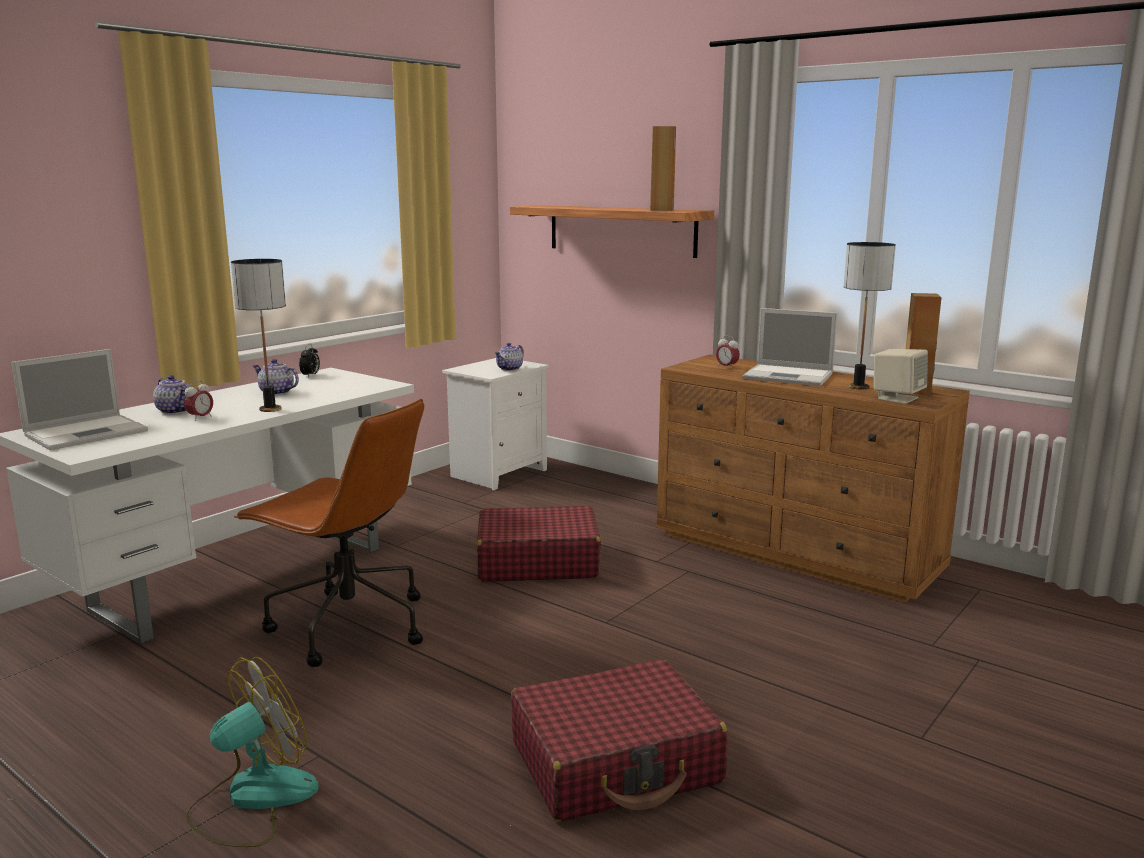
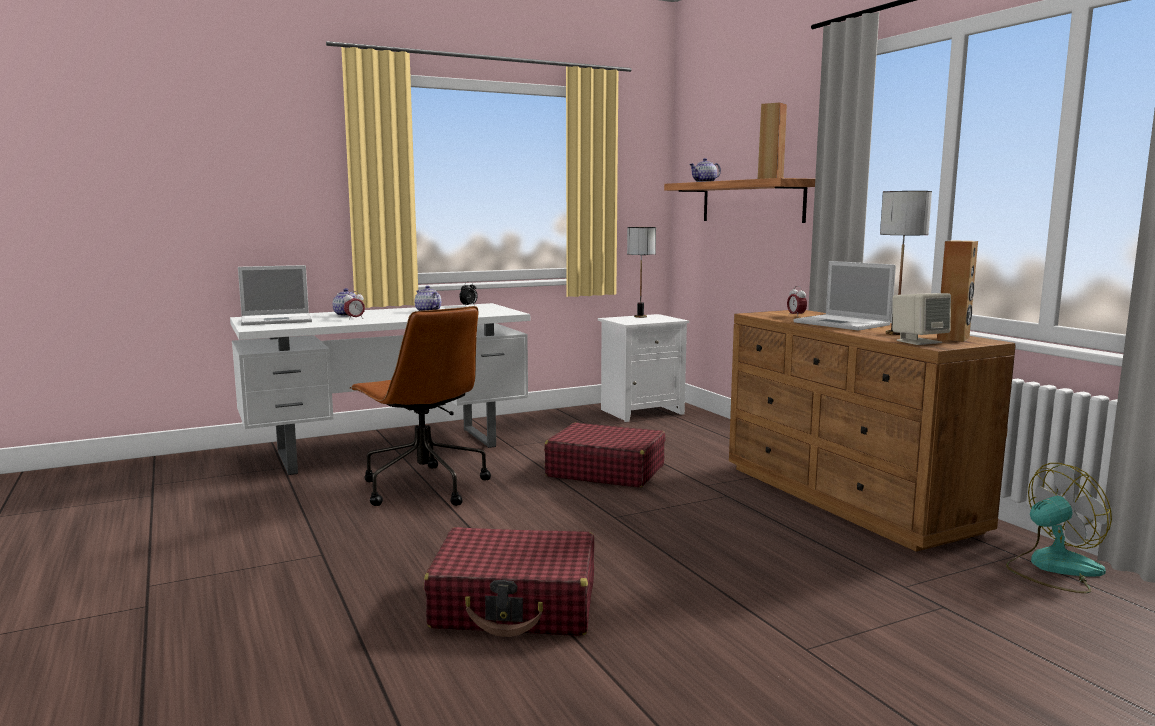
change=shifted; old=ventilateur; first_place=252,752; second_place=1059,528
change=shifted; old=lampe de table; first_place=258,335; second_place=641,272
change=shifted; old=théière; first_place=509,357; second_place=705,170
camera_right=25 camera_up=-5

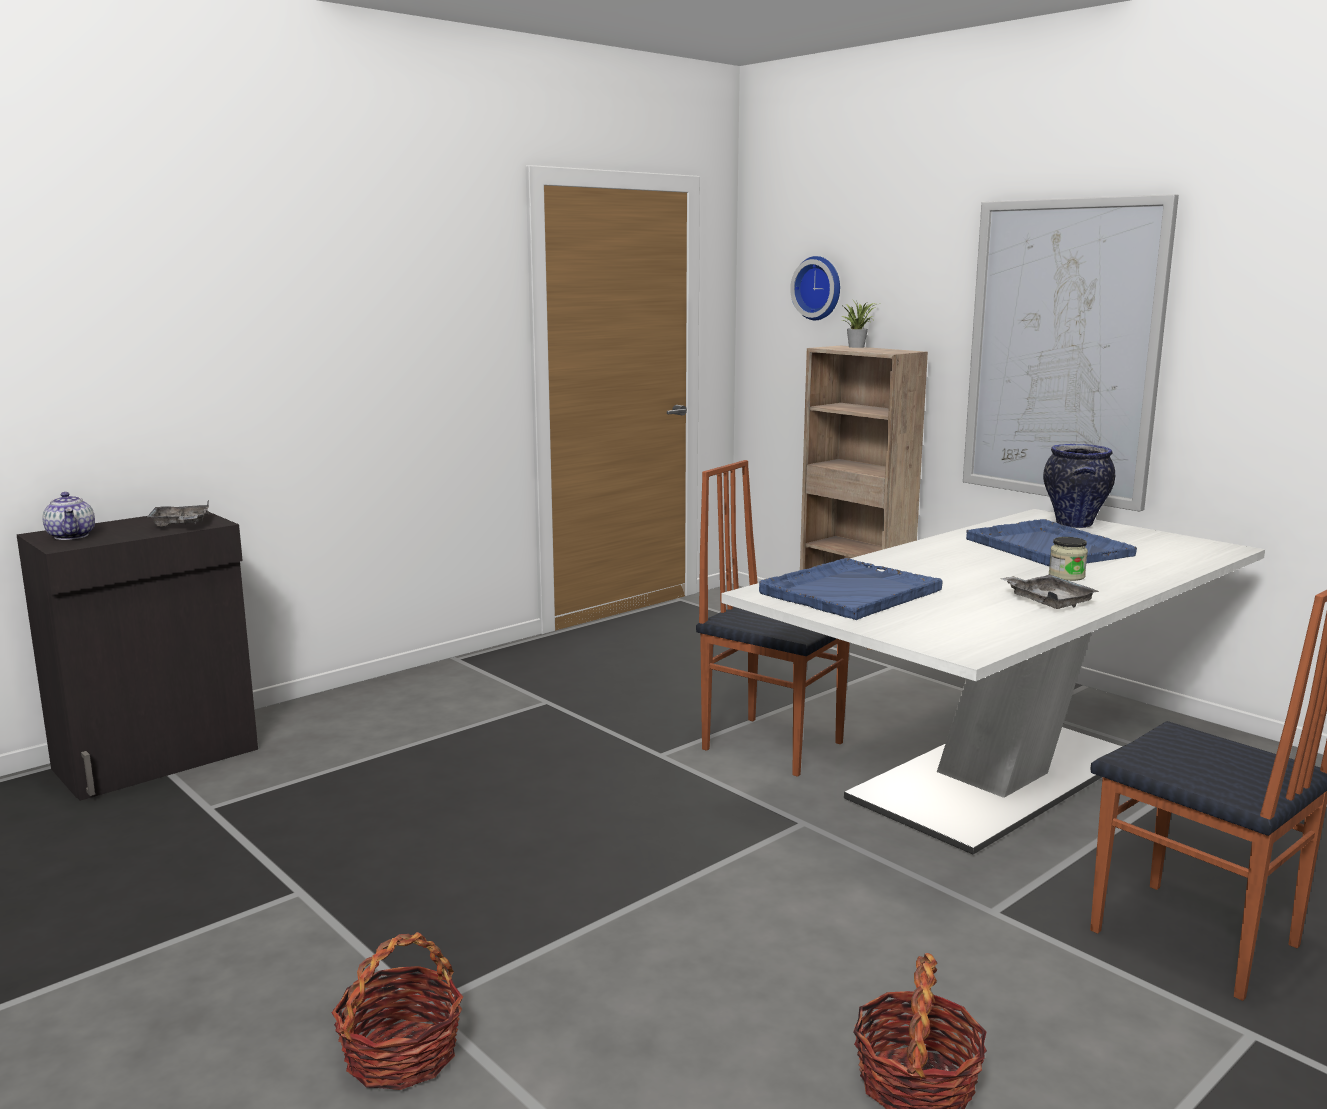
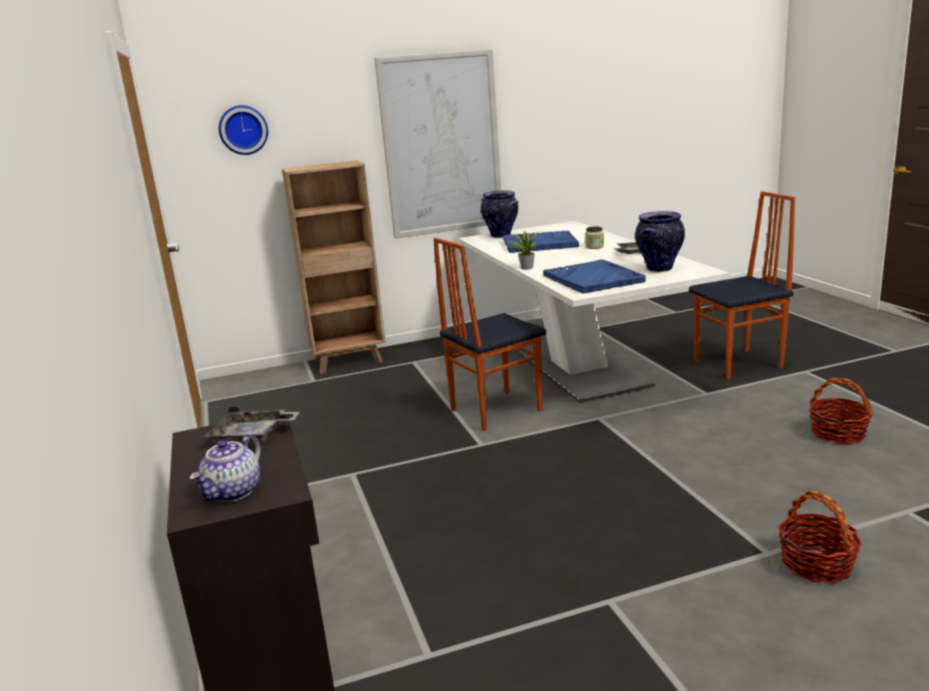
change=new; new=vase; second_place=660,241
change=shifted; old=plante en pot; first_place=858,324; second_place=524,250
change=rotated; old=théière; first_place=68,516; second_place=225,468; degrees=120
camera_right=-65 camera_up=5

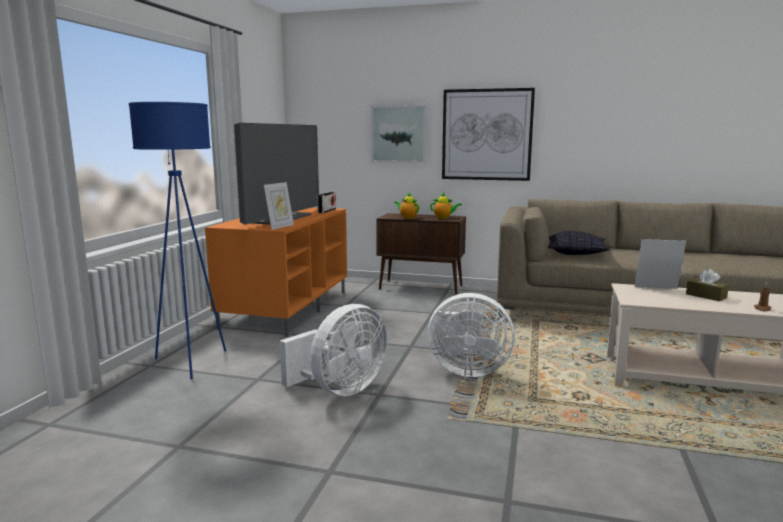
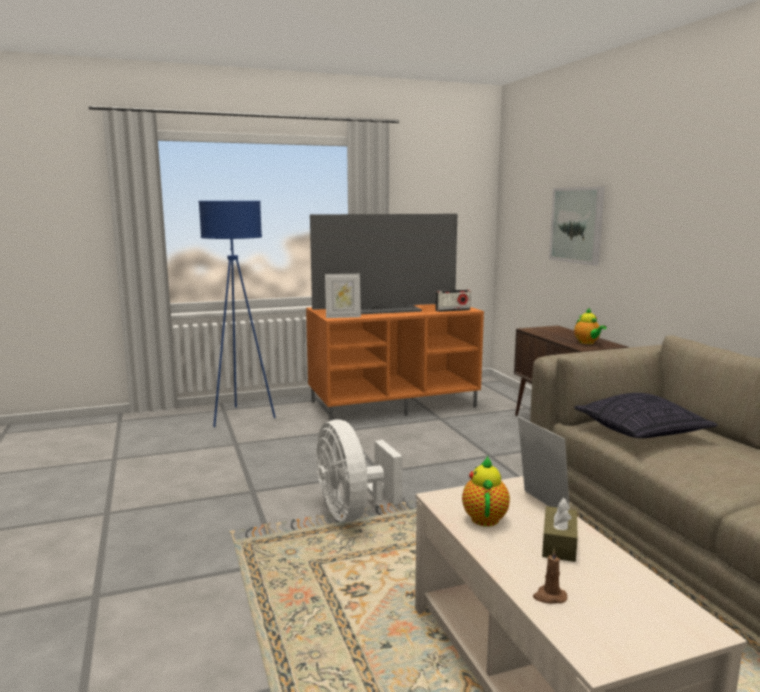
change=gone; old=ventilateur/blanc; first_place=333,350
change=gone; old=tableau; first_place=488,134
change=shifted; old=théière; first_place=406,206; second_place=486,491
camera_right=55 camera_up=0

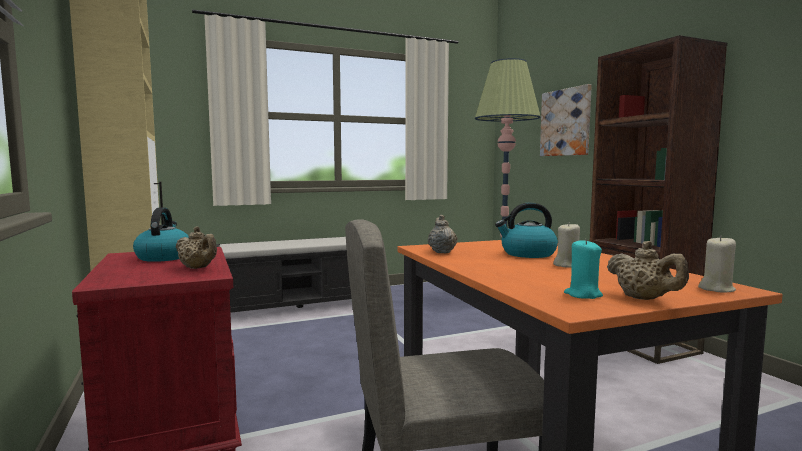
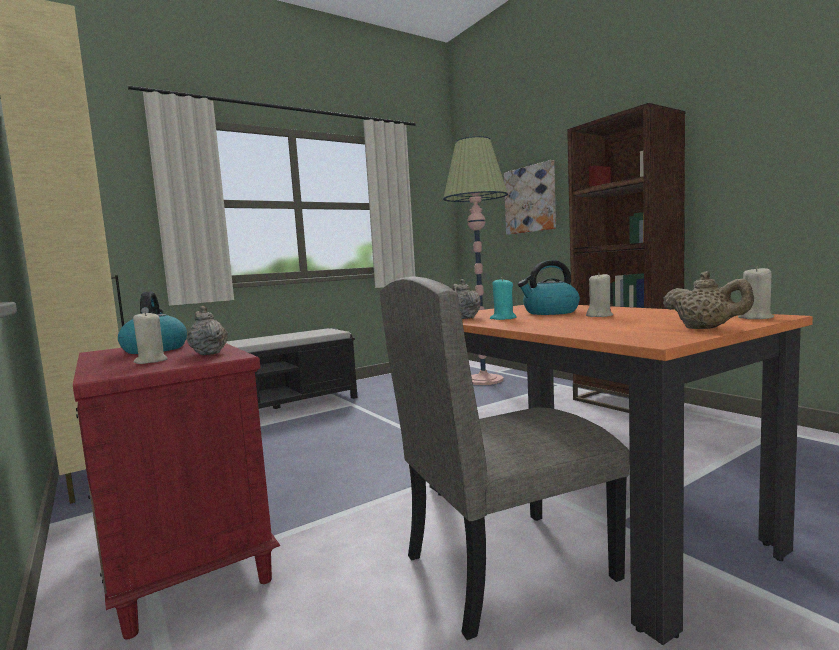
change=new; new=bougie/beige; second_place=150,337
change=shifted; old=bougie/turquoise; first_place=583,269; second_place=503,298
change=rotated; old=théière/beige; first_place=196,247; second_place=207,330; degrees=-150
camera_right=-10 camera_up=0

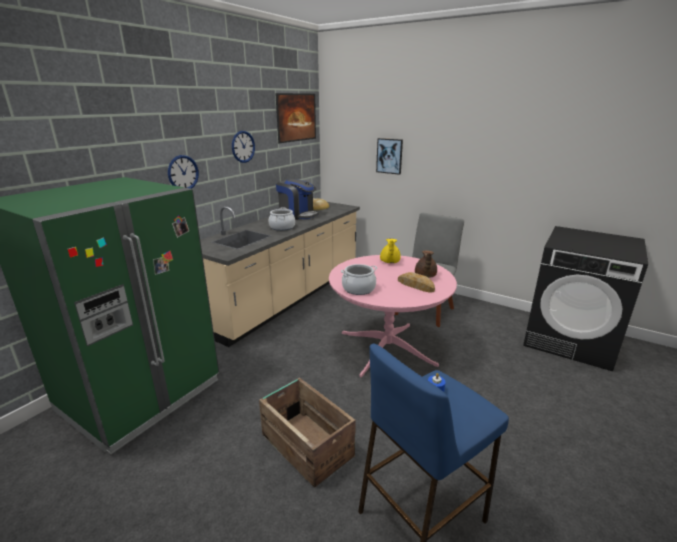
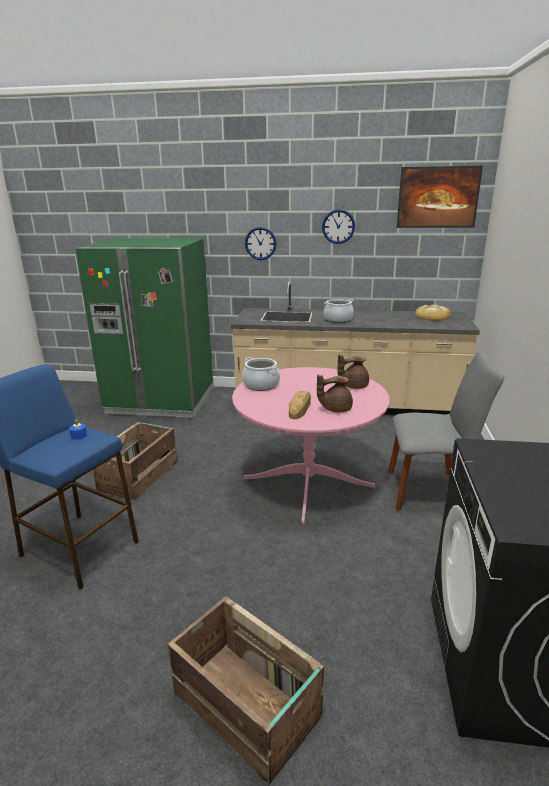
change=gone; old=machine à café; first_place=297,199
change=gone; old=tableau; first_place=389,156
change=new; new=caisse; second_place=246,690
change=repainted; old=théière/jaune; new=théière/marron; first_place=390,250; second_place=353,371
camera_right=65 camera_up=0

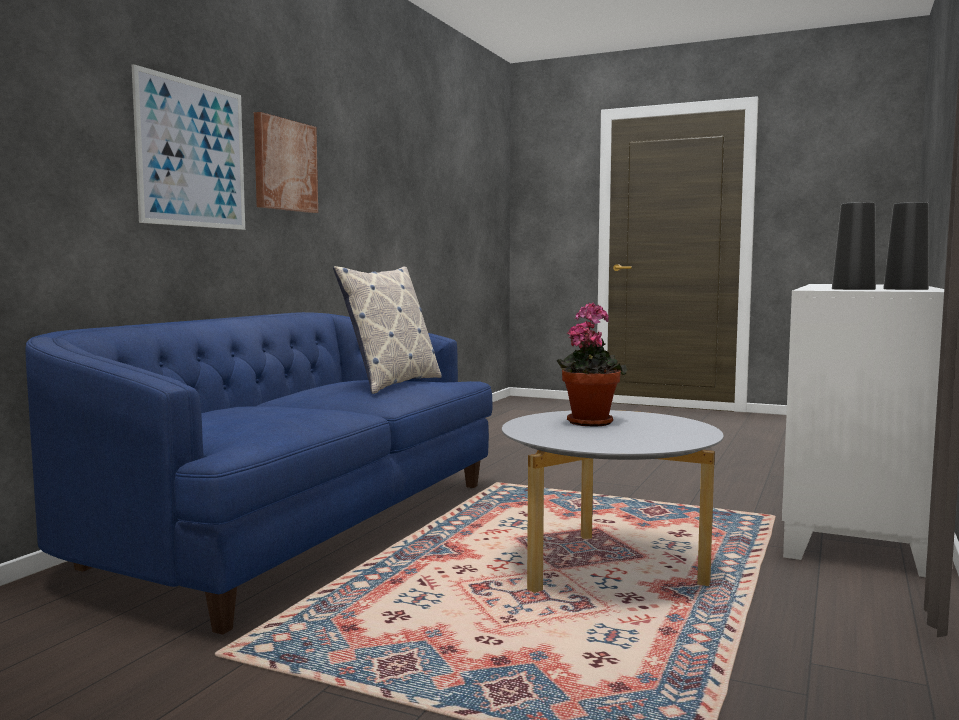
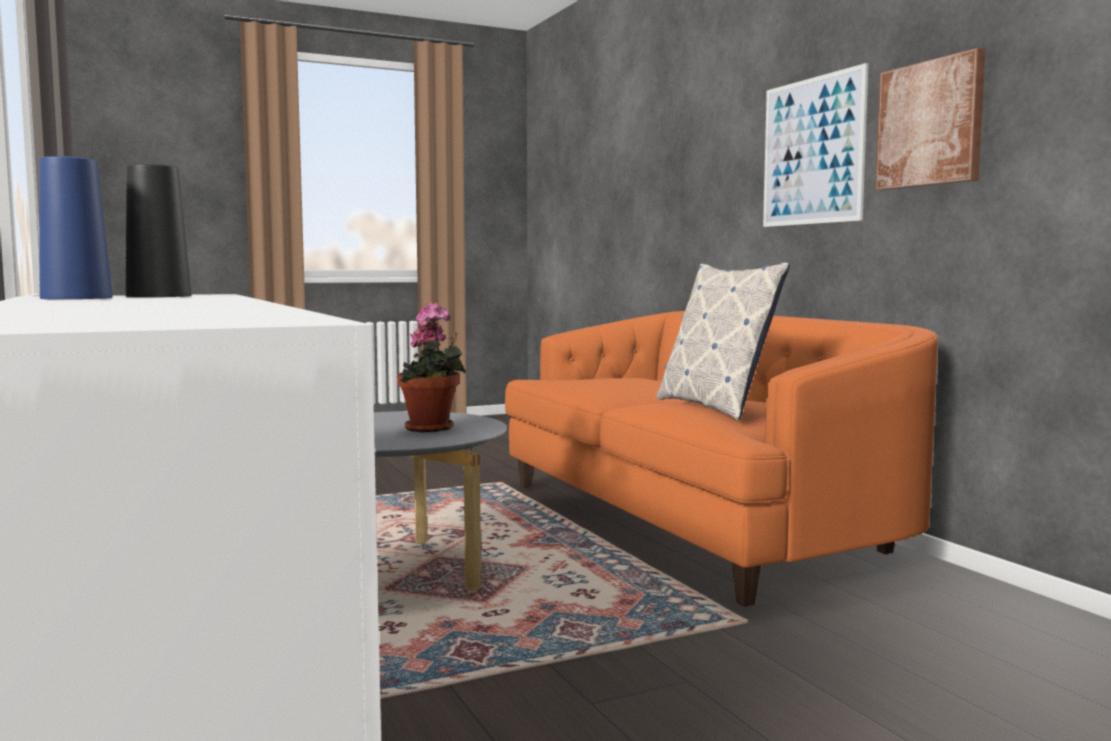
change=repainted; old=canapé/bleu; new=canapé/orange; first_place=259,473; second_place=721,459
change=repainted; old=vase/noir; new=vase/bleu; first_place=906,246; second_place=76,227
camera_right=130 camera_up=0

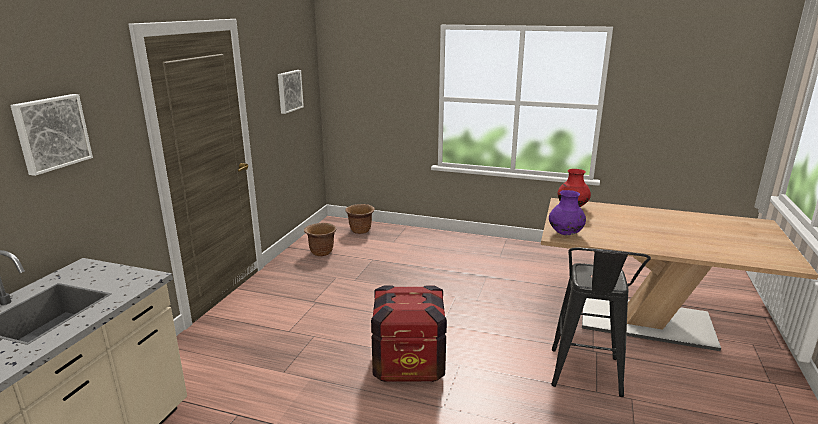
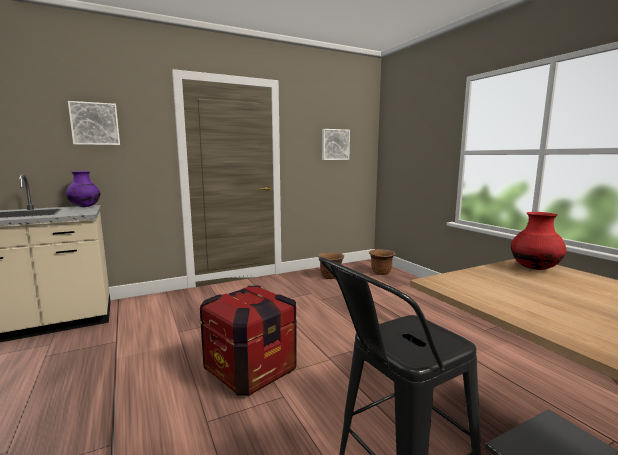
change=shifted; old=vase/violet; first_place=567,212; second_place=83,189
camera_right=45 camera_up=-10

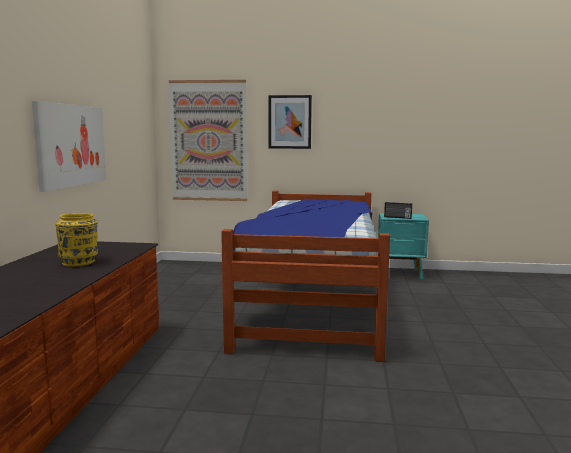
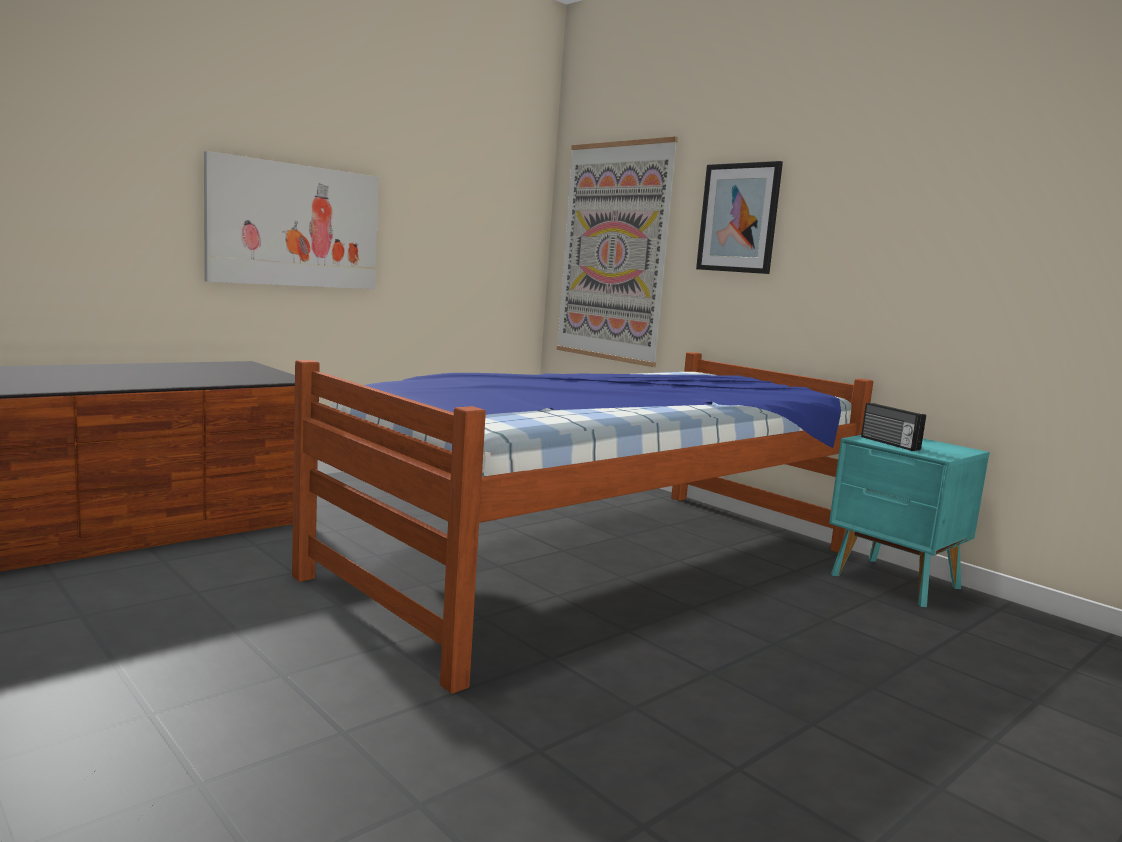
change=gone; old=vase/jaune; first_place=76,240
camera_right=40 camera_up=0

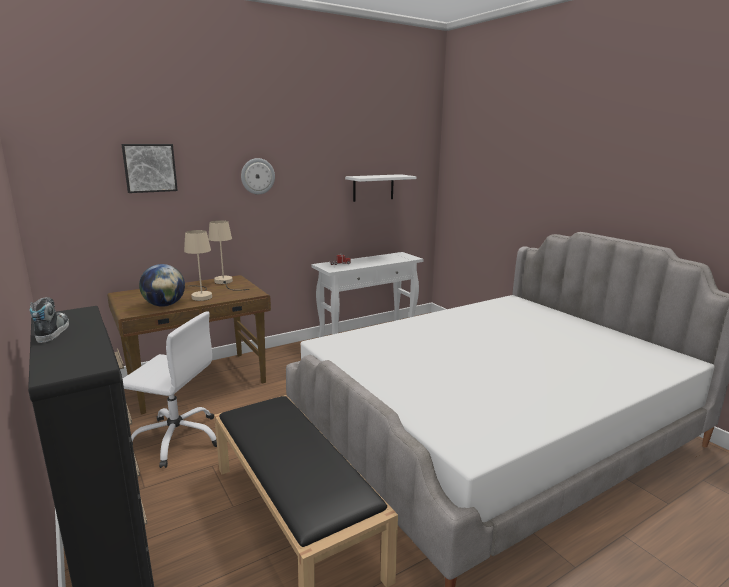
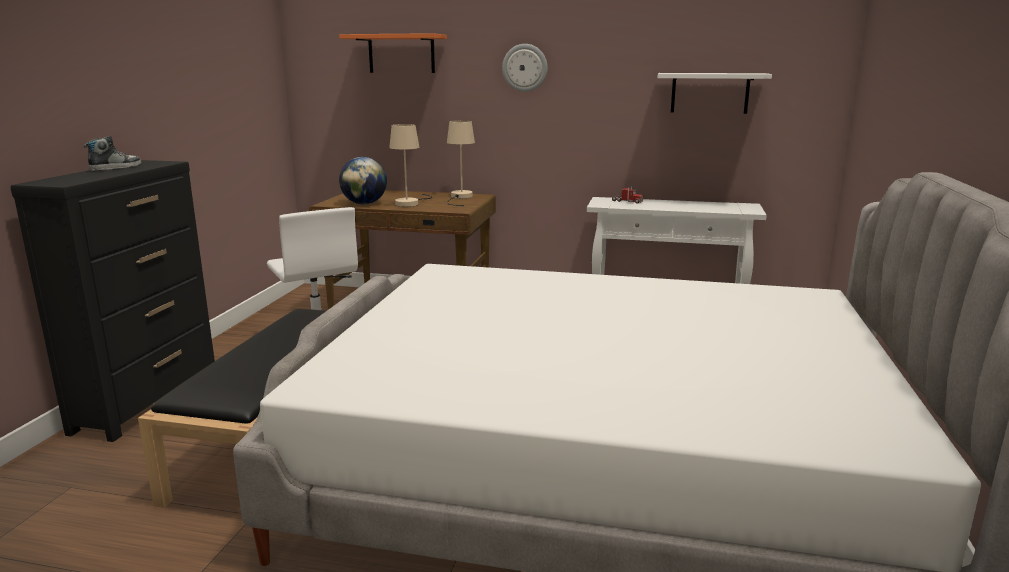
change=swapped; old=tableau; new=étagère/orange; first_place=149,168; second_place=393,53
camera_right=45 camera_up=0

